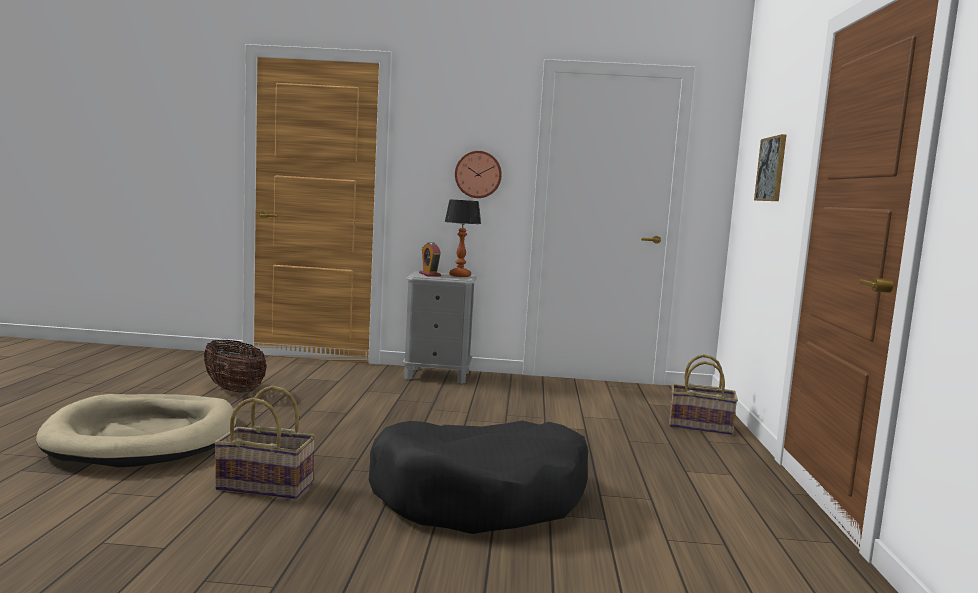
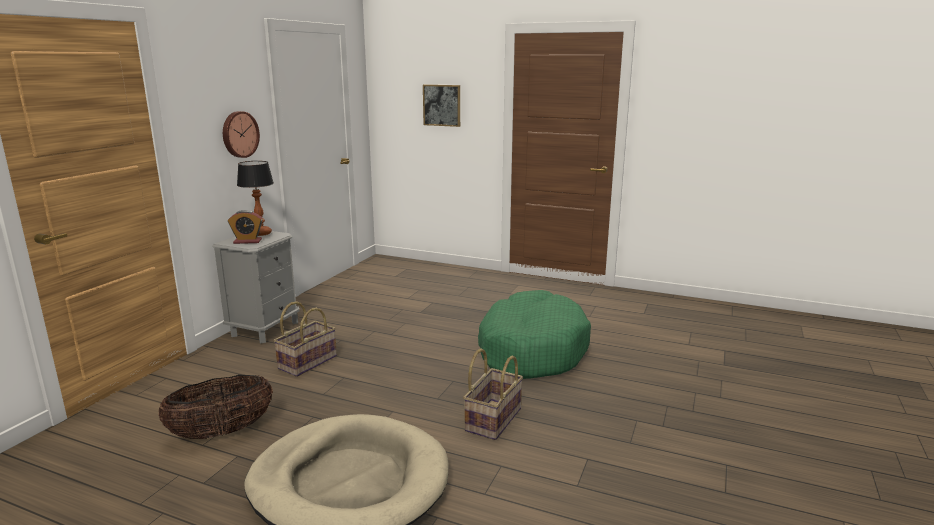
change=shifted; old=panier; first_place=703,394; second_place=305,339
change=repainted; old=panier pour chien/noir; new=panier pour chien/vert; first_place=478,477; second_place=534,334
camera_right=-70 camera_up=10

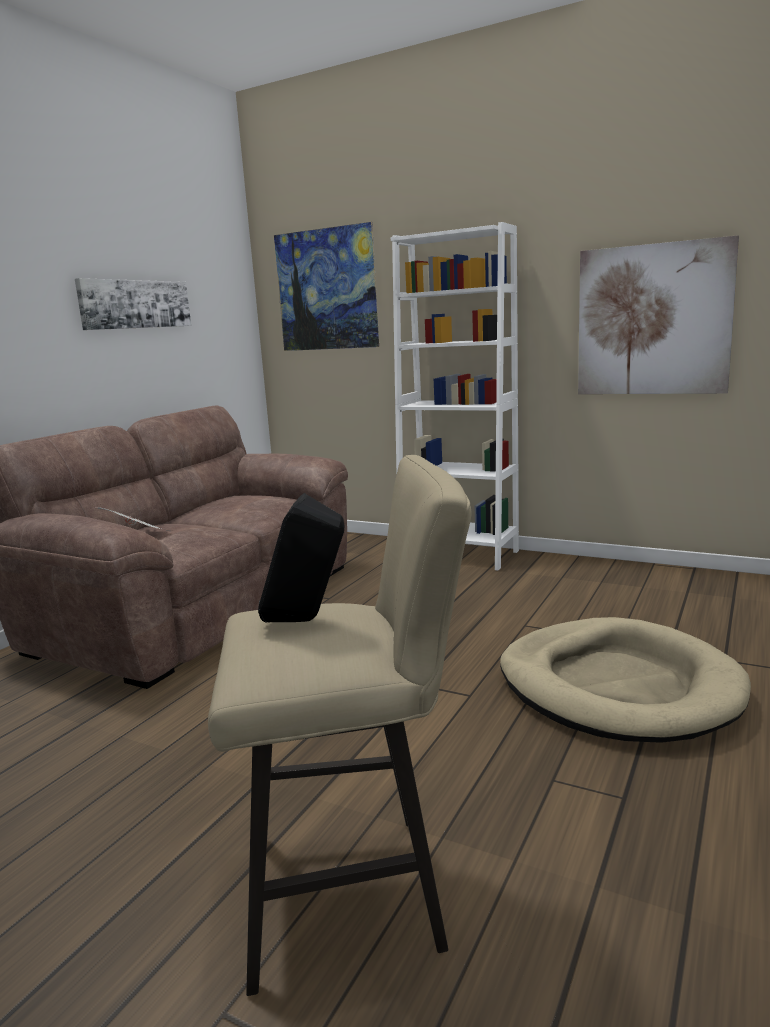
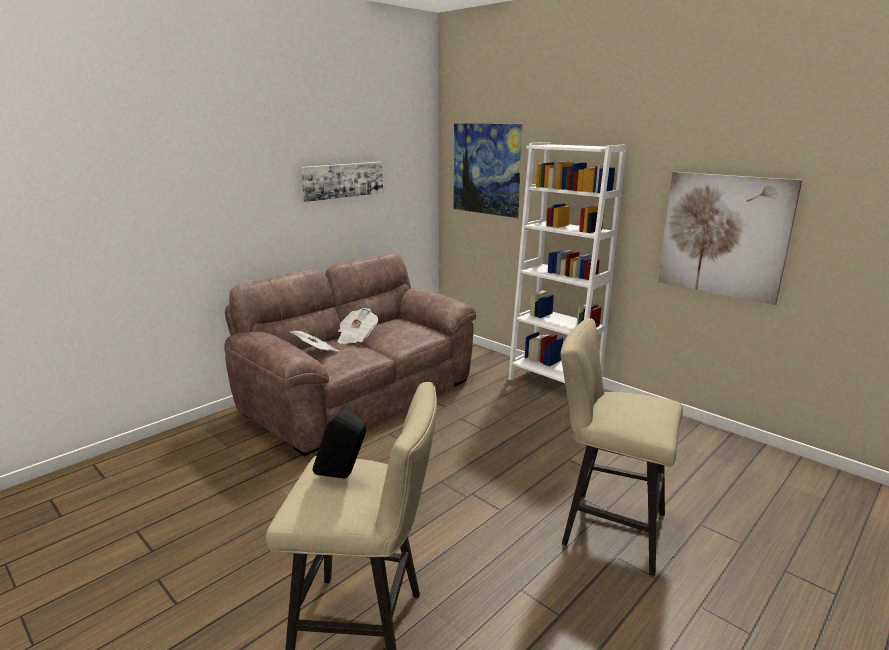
change=new; new=journal; second_place=358,326
change=swapped; old=panier pour chien/beige; new=tabouret/beige; first_place=625,680; second_place=621,447
camera_right=15 camera_up=5

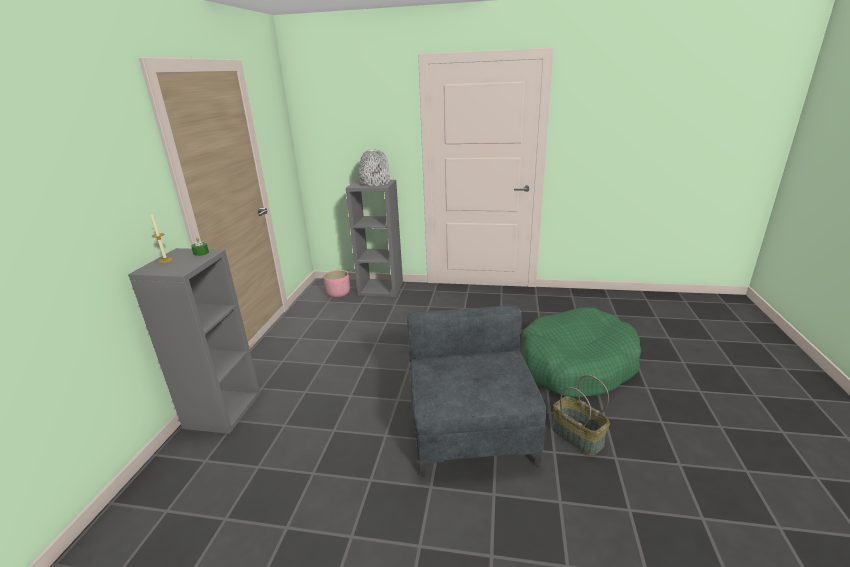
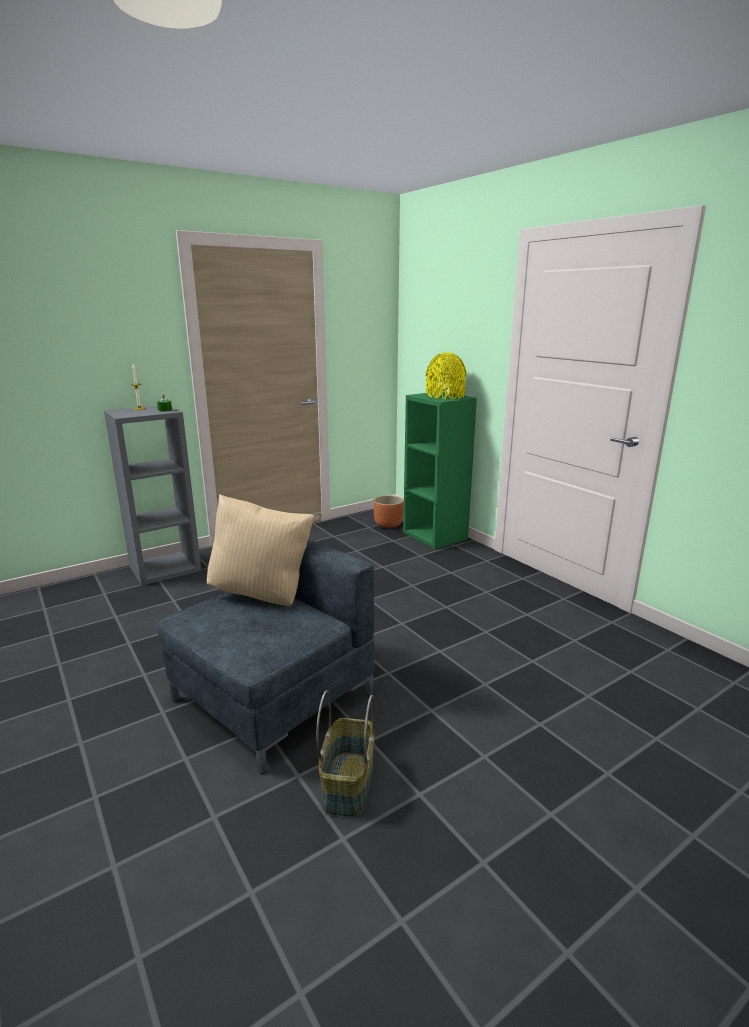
change=gone; old=panier pour chien/vert; first_place=581,352
change=new; new=coussin/beige; second_place=260,550
change=repainted; old=cache-pot/rose; new=cache-pot/marron; first_place=336,284; second_place=388,511
change=repainted; old=bibliothèque/gris; new=bibliothèque/vert; first_place=374,238; second_place=440,470
change=repainted; old=vase/gris; new=vase/jaune; first_place=374,167; second_place=446,376
camera_right=45 camera_up=-5

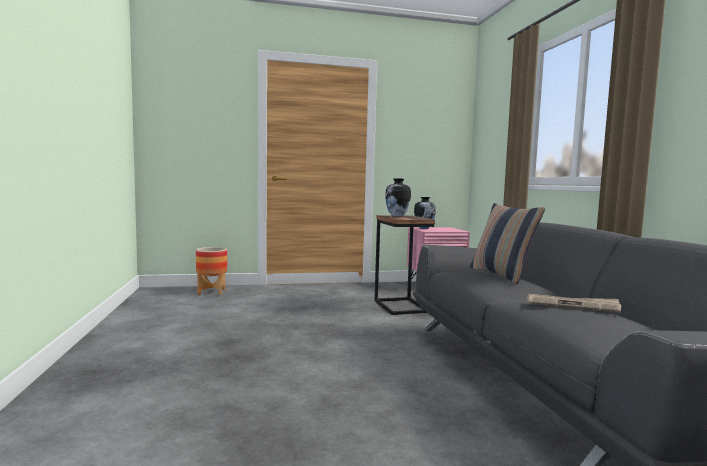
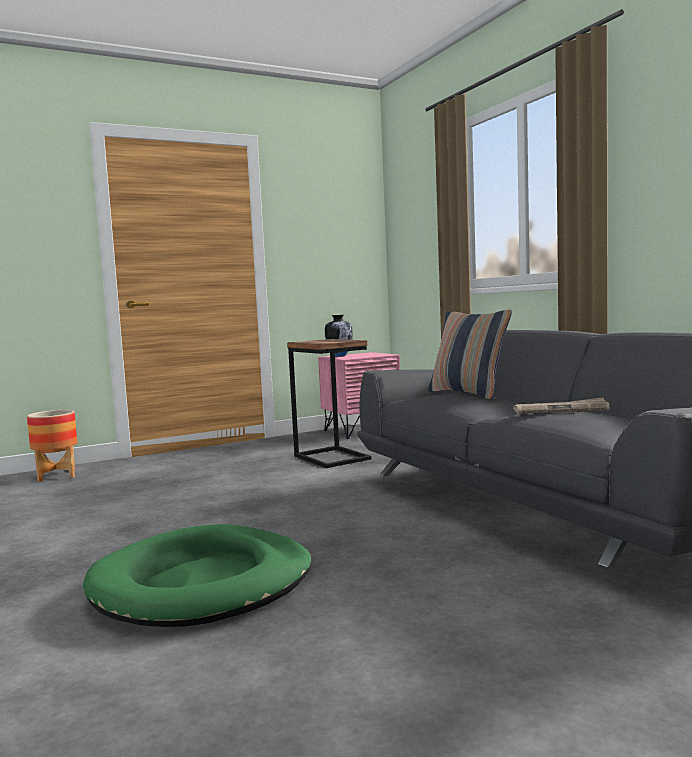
change=gone; old=vase; first_place=398,197
change=new; new=panier pour chien/vert; second_place=197,575
camera_right=-15 camera_up=0

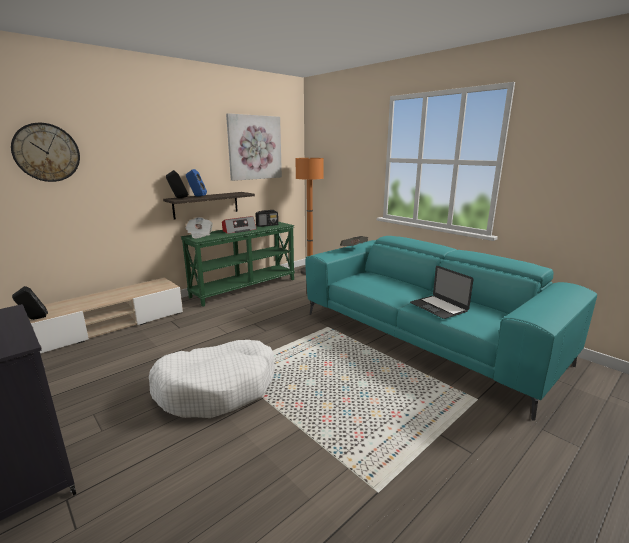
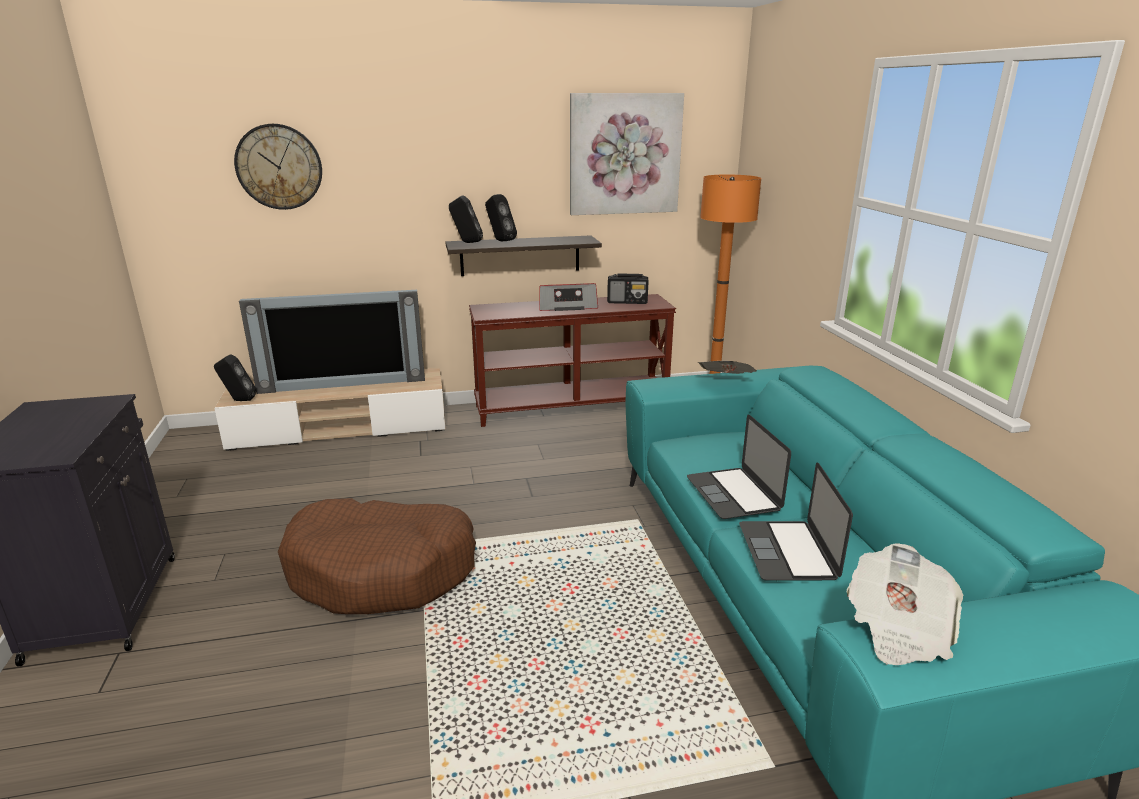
change=new; new=téléviseur; second_place=332,342
change=new; new=ordinateur portable; second_place=739,466
change=shifted; old=journal; first_place=199,227; second_place=905,604
change=repainted; old=panier pour chien/blanc; new=panier pour chien/marron; first_place=212,379; second_place=377,556
change=repainted; old=table console/vert; new=table console/marron; first_place=238,264; second_place=572,360
change=repainted; old=enceinte/bleu; new=enceinte/noir; first_place=196,183; second_place=501,217
camera_right=30 camera_up=5

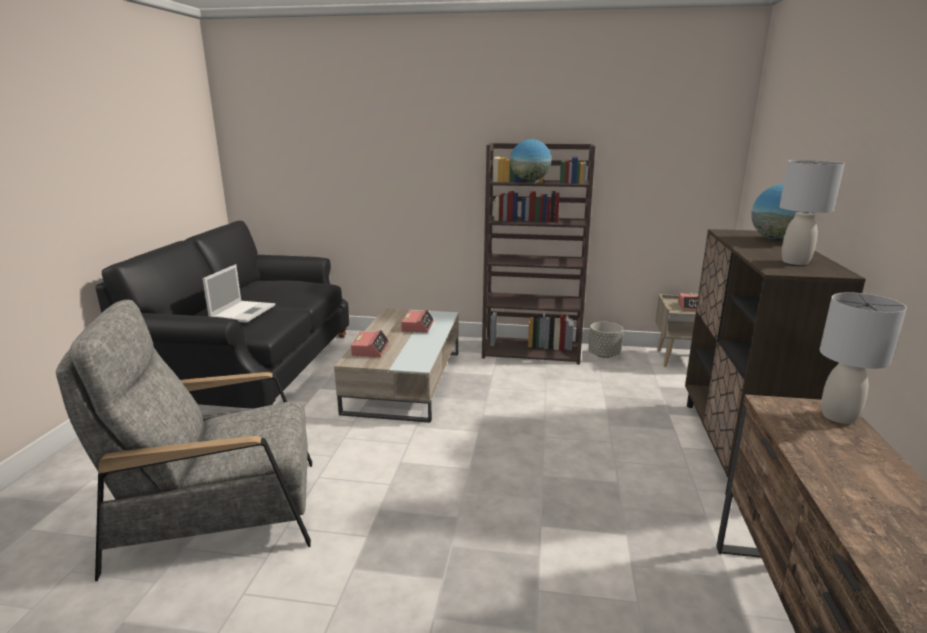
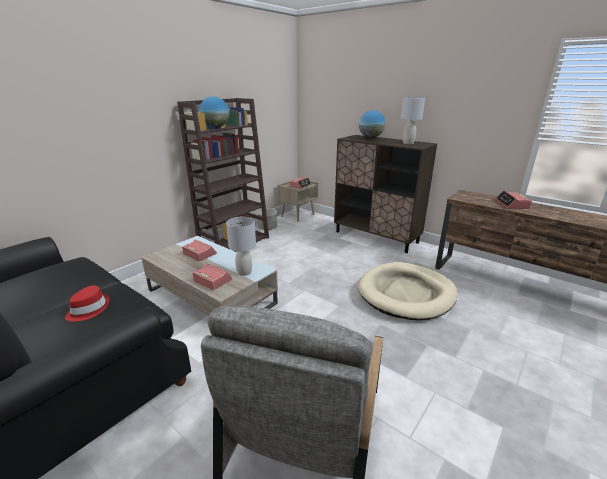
change=new; new=panier pour chien/beige; second_place=408,291
change=new; new=réveil; second_place=514,200
change=shifted; old=lampe de table/gris; first_place=863,358; second_place=241,246
change=swapped; old=ordinateur portable; new=chapeau/rouge; first_place=239,293; second_place=87,303
camera_right=-60 camera_up=5

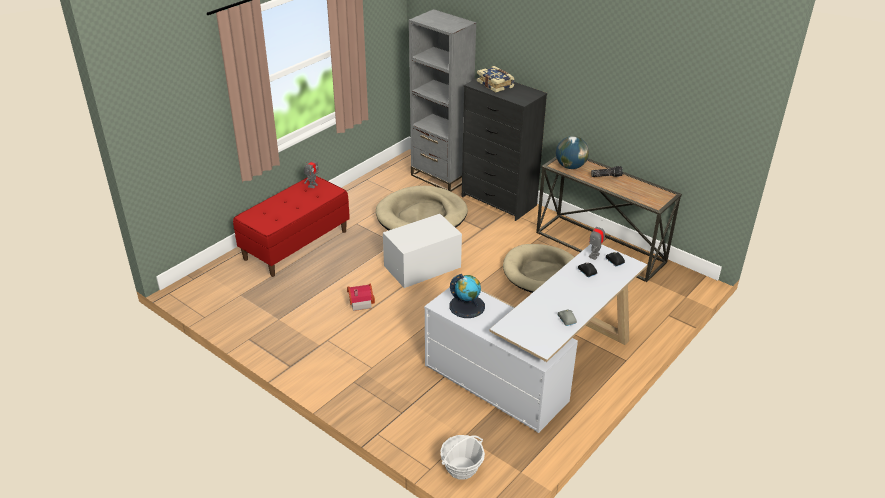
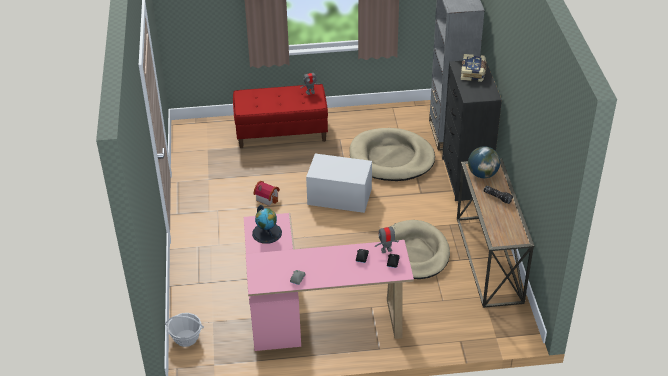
change=repainted; old=bureau/blanc; new=bureau/rose; first_place=536,338; second_place=329,282
camera_right=45 camera_up=5

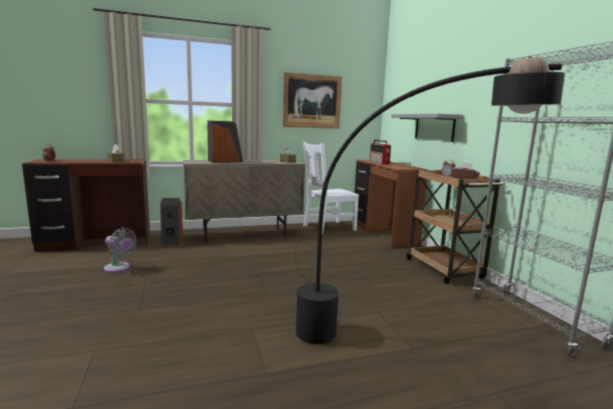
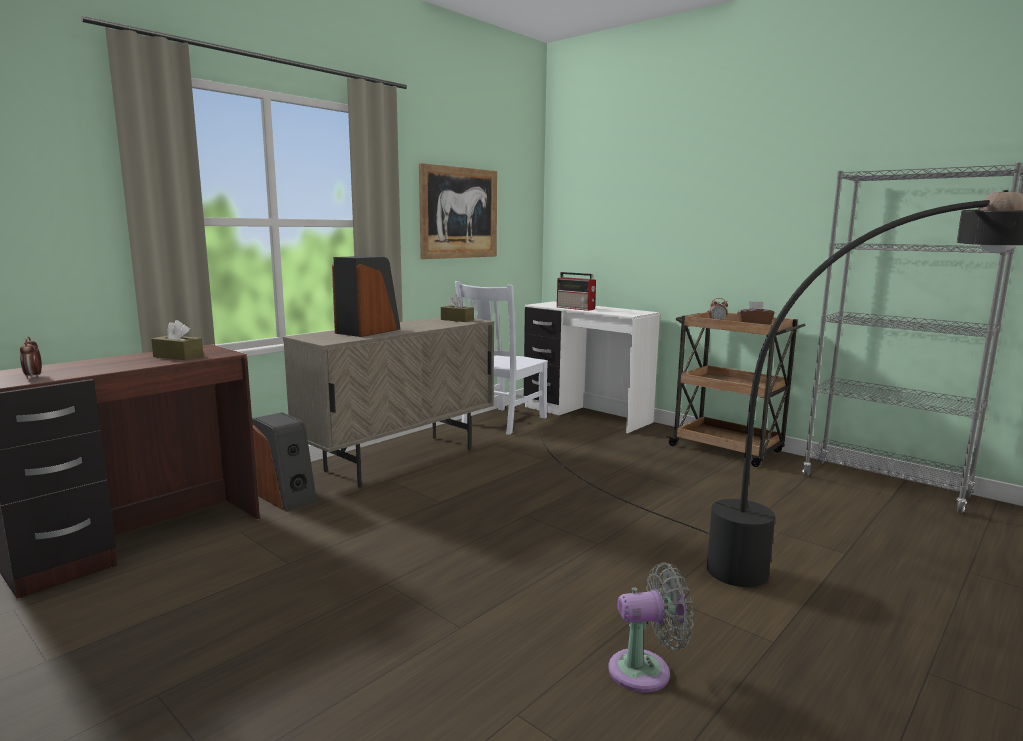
change=gone; old=étagère/gris; first_place=427,128
change=shifted; old=ventilateur/gris; first_place=120,250; second_place=651,627
change=repainted; old=bureau/marron; new=bureau/blanc; first_place=391,204; second_place=592,367
camera_right=-30 camera_up=0

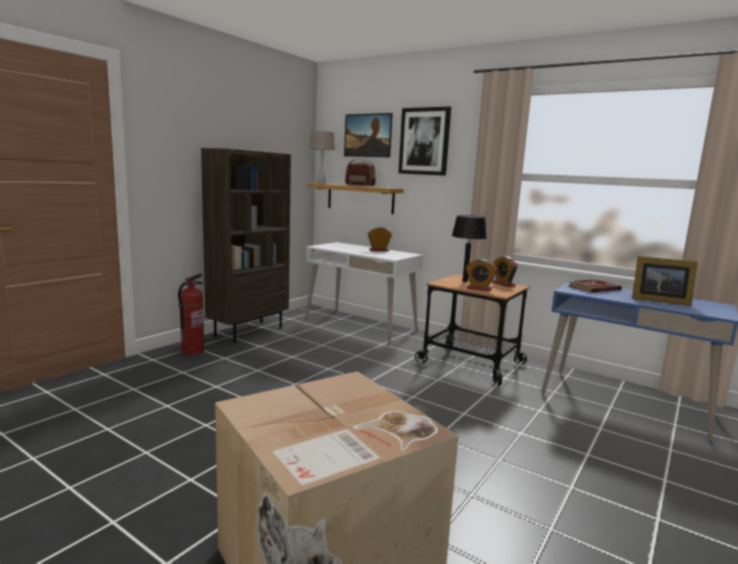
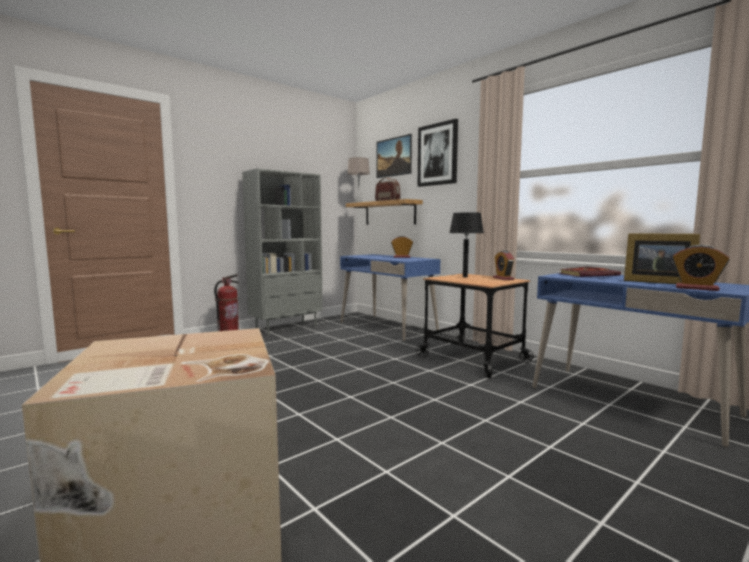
change=shifted; old=réveil; first_place=481,275; second_place=700,268
change=repainted; old=bibliothèque/marron; new=bibliothèque/gris; first_place=246,245; second_place=282,252
change=repainted; old=bureau/blanc; new=bureau/bleu; first_place=364,293; second_place=390,297
camera_right=15 camera_up=-5

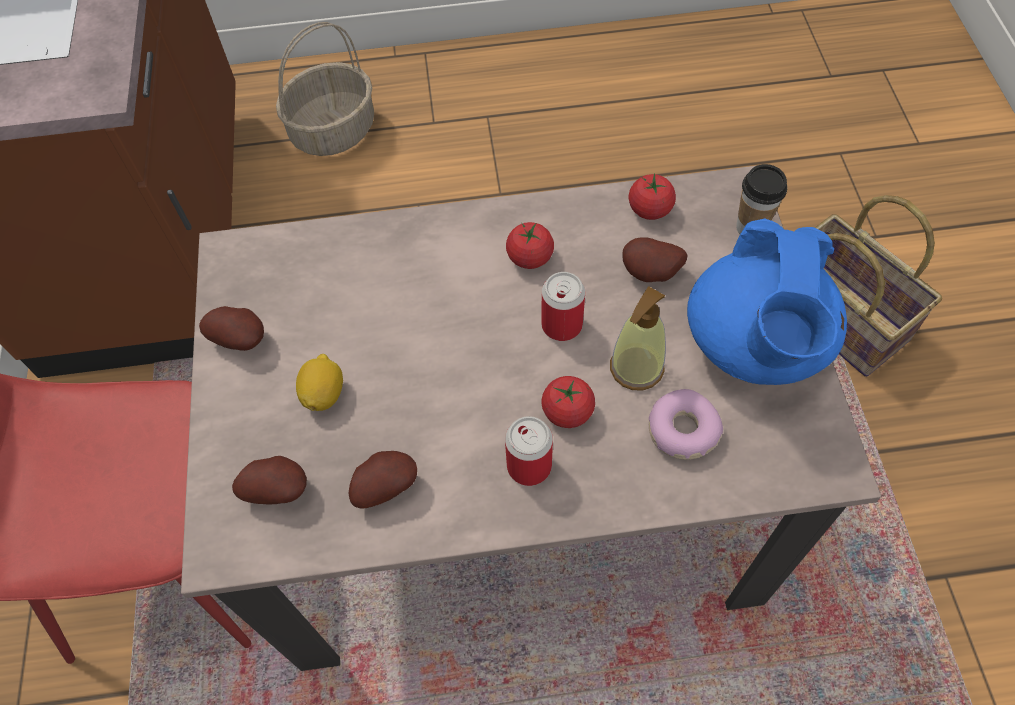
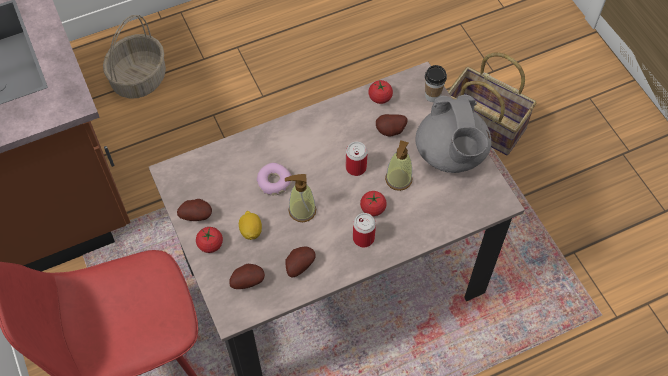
change=new; new=distributeur de savon; second_place=300,198
change=shifted; old=tomate; first_place=530,245; second_place=209,240
change=shifted; old=beignet; first_place=686,424; second_place=274,179
change=repainted; old=théière/bleu; new=théière/gris; first_place=767,301; second_place=453,133
camera_right=-20 camera_up=0

